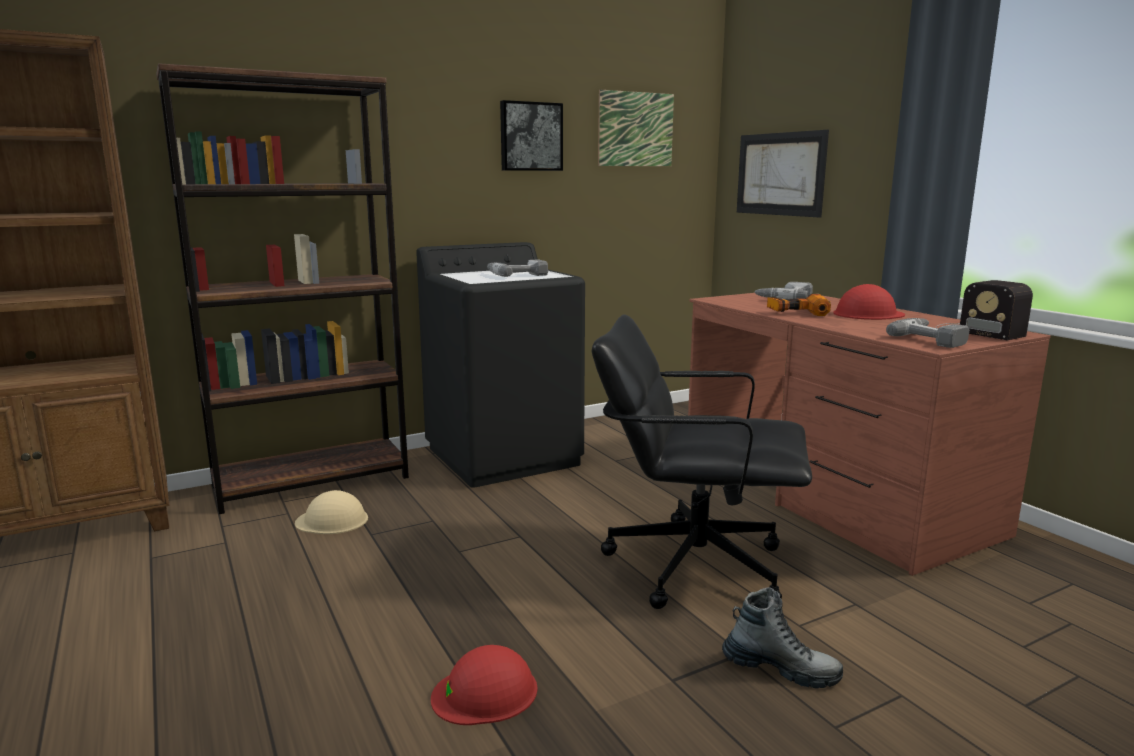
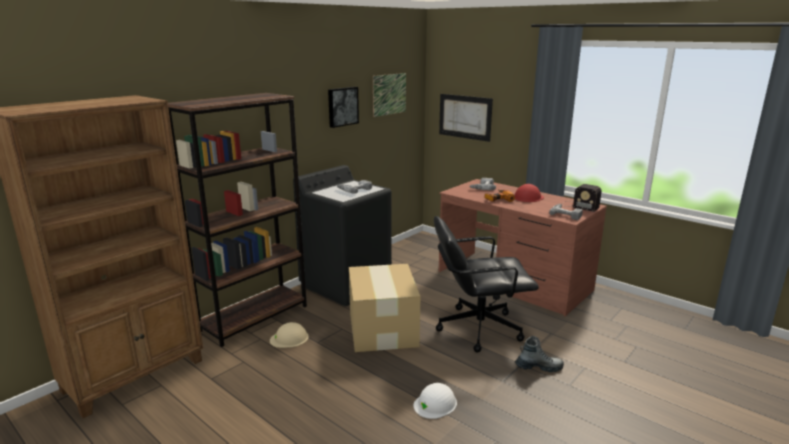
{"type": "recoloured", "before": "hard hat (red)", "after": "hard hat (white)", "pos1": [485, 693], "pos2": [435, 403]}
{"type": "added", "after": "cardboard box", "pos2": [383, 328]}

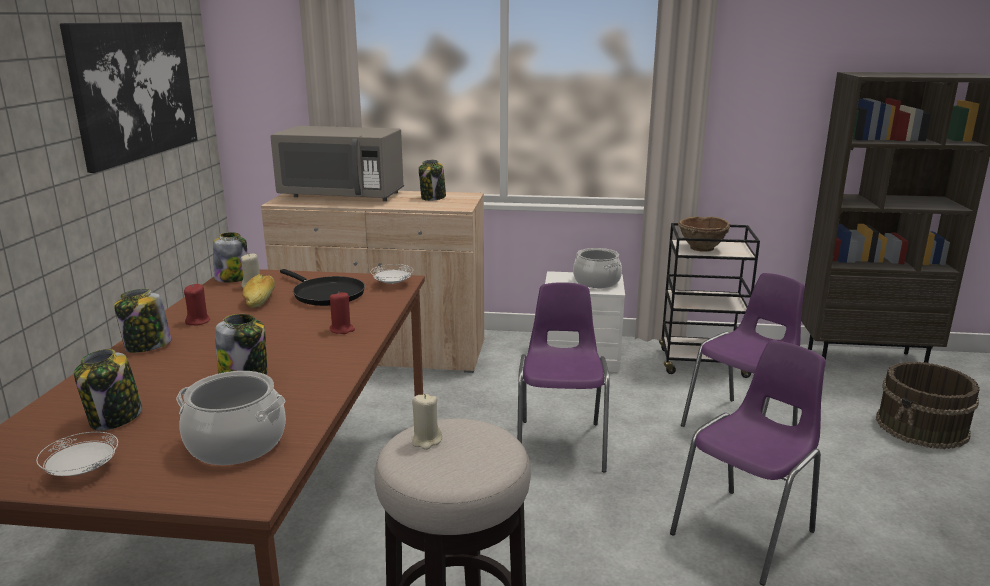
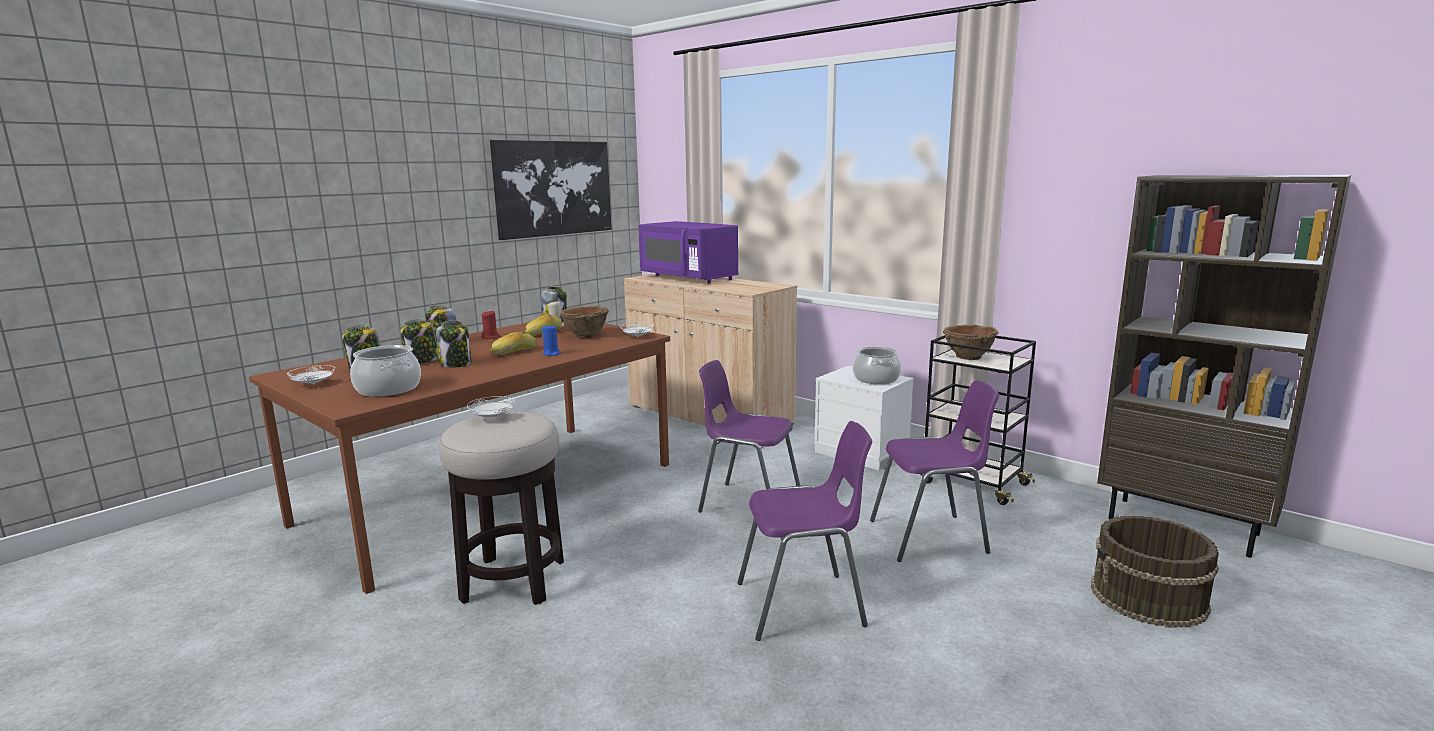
{"type": "recoloured", "before": "microwave (grey)", "after": "microwave (purple)", "pos1": [342, 196], "pos2": [688, 278]}
{"type": "replaced", "before": "frying pan (black)", "after": "bowl (brown)", "pos1": [325, 294], "pos2": [585, 336]}
{"type": "recoloured", "before": "candle (red)", "after": "candle (blue)", "pos1": [342, 329], "pos2": [551, 354]}
{"type": "replaced", "before": "candle (beige)", "after": "plate (white)", "pos1": [426, 441], "pos2": [492, 417]}
{"type": "moved", "before": "jar", "pos1": [433, 198], "pos2": [422, 361]}
{"type": "turned", "before": "chair (purple)", "pos1": [561, 444], "pos2": [748, 503], "turn": -105}
{"type": "added", "after": "bread", "pos2": [514, 352]}

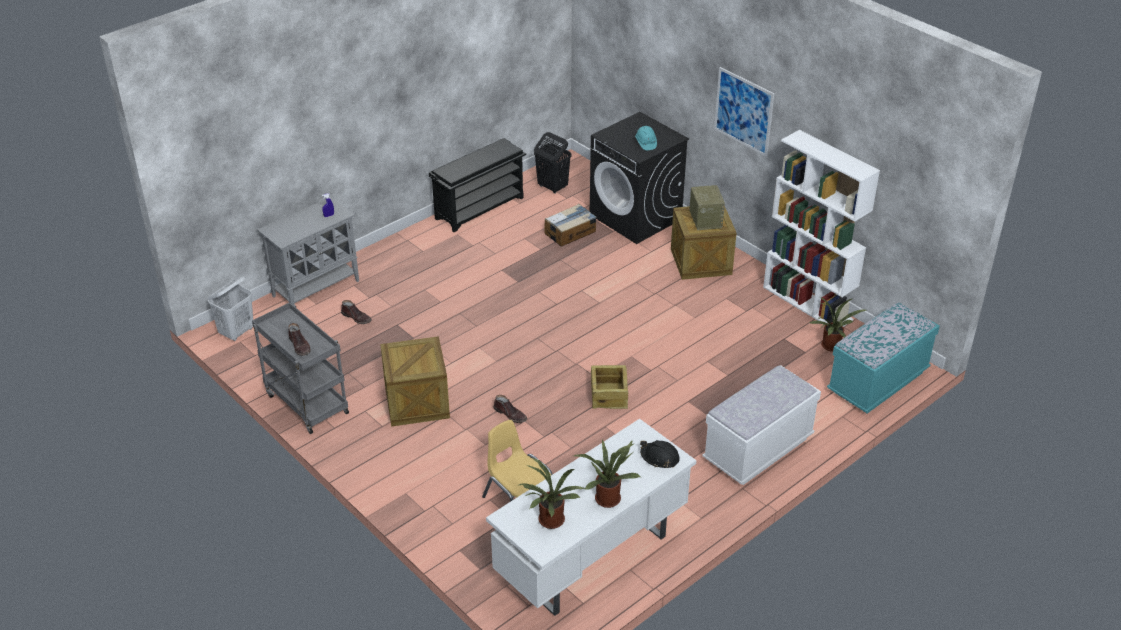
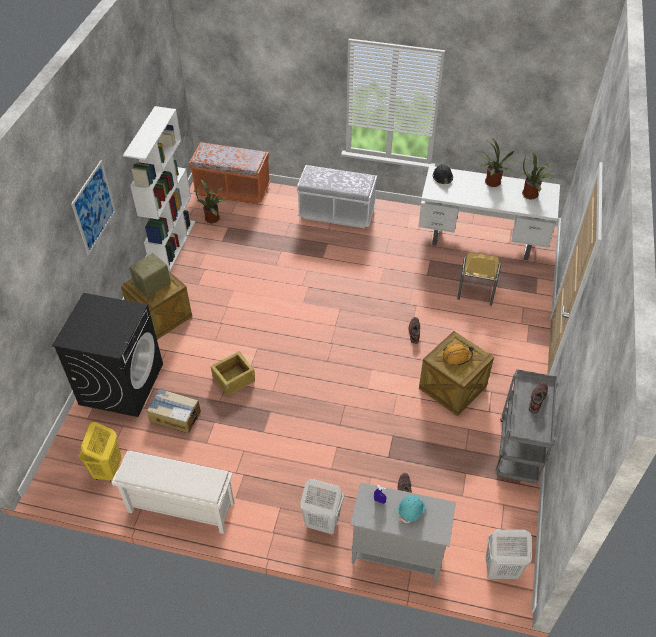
{"type": "recoloured", "before": "shoe rack (black)", "after": "shoe rack (white)", "pos1": [480, 207], "pos2": [180, 508]}
{"type": "recoloured", "before": "laundry basket (black)", "after": "laundry basket (yellow)", "pos1": [552, 187], "pos2": [108, 470]}
{"type": "moved", "before": "crate", "pos1": [609, 395], "pos2": [233, 379]}
{"type": "moved", "before": "hard hat (turquoise)", "pos1": [645, 143], "pos2": [411, 510]}
{"type": "recoloured", "before": "bench (turquoise)", "after": "bench (orange)", "pos1": [878, 382], "pos2": [232, 190]}
{"type": "added", "after": "laundry basket (white)", "pos2": [321, 522]}
{"type": "added", "after": "hard hat (orange)", "pos2": [457, 356]}

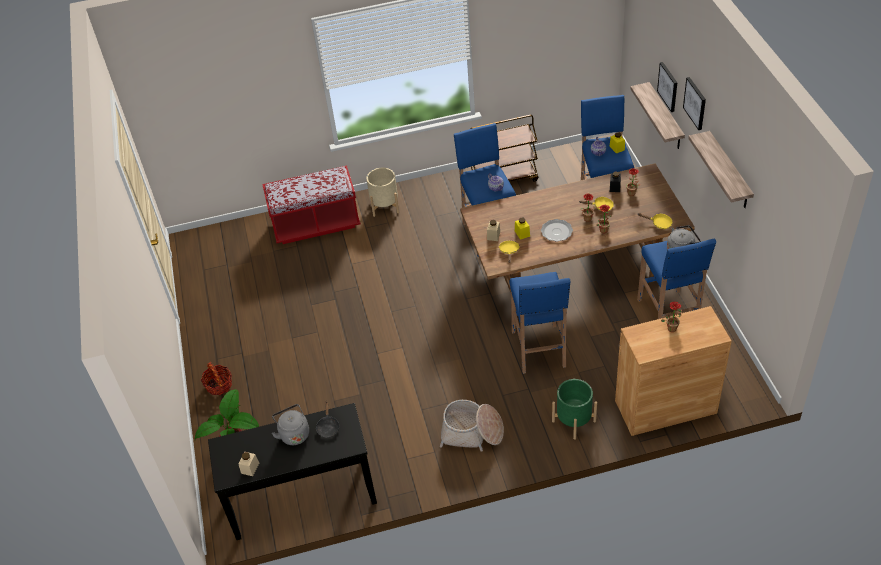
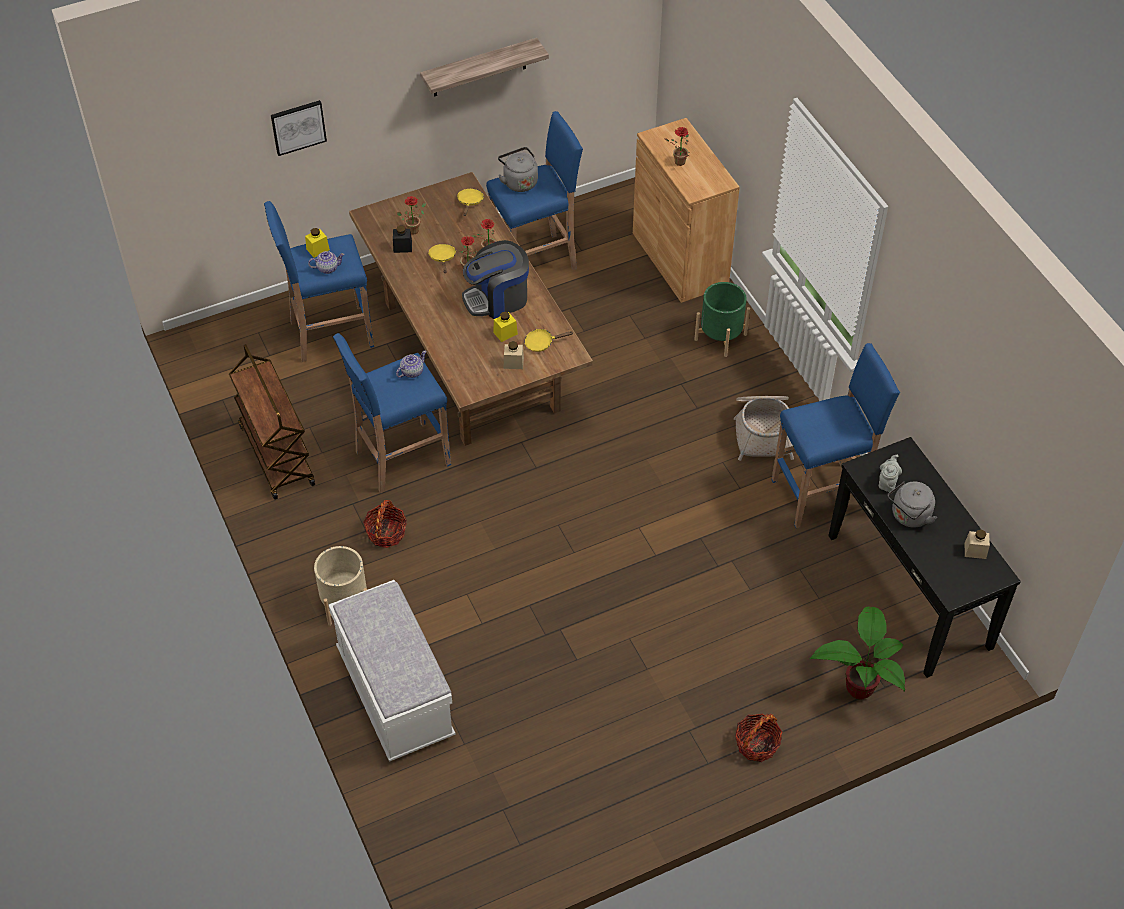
{"type": "recoloured", "before": "bench (red)", "after": "bench (white)", "pos1": [316, 224], "pos2": [395, 694]}
{"type": "replaced", "before": "frying pan (black)", "after": "teapot (grey)", "pos1": [328, 427], "pos2": [887, 482]}
{"type": "moved", "before": "stool (blue)", "pos1": [539, 350], "pos2": [821, 493]}
{"type": "replaced", "before": "plate", "after": "coffee machine", "pos1": [556, 231], "pos2": [497, 299]}
{"type": "removed", "before": "shelf", "pos1": [665, 117]}
{"type": "removed", "before": "picture", "pos1": [695, 103]}
{"type": "added", "after": "basket", "pos2": [386, 533]}

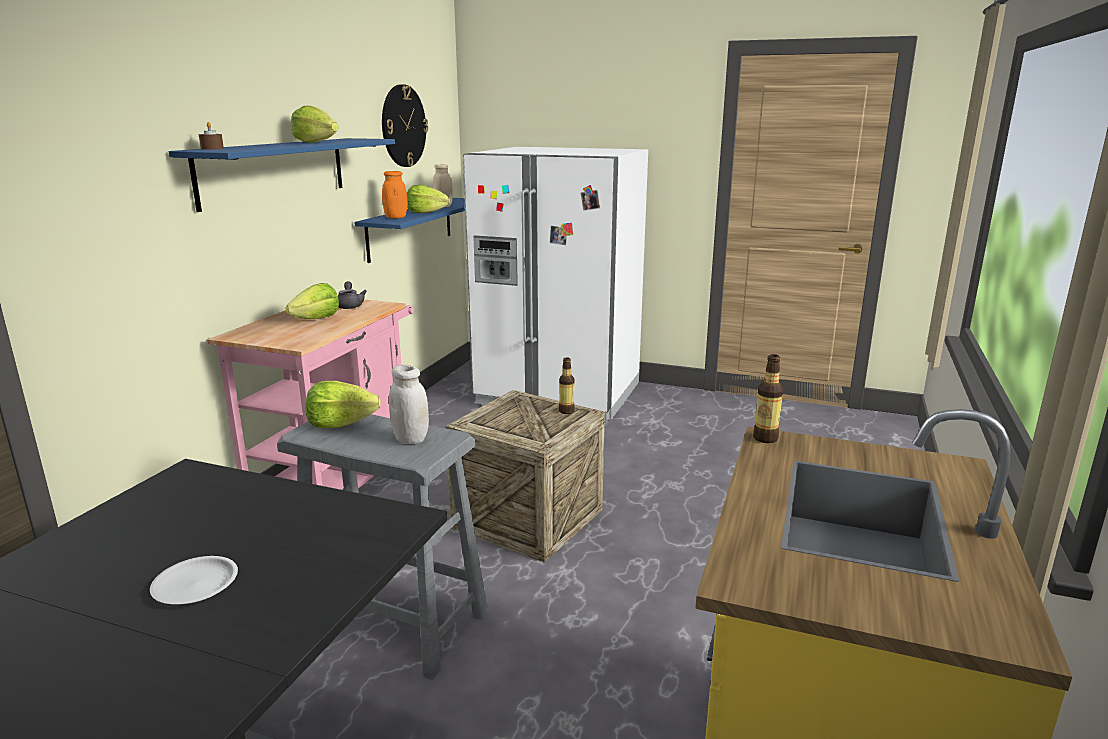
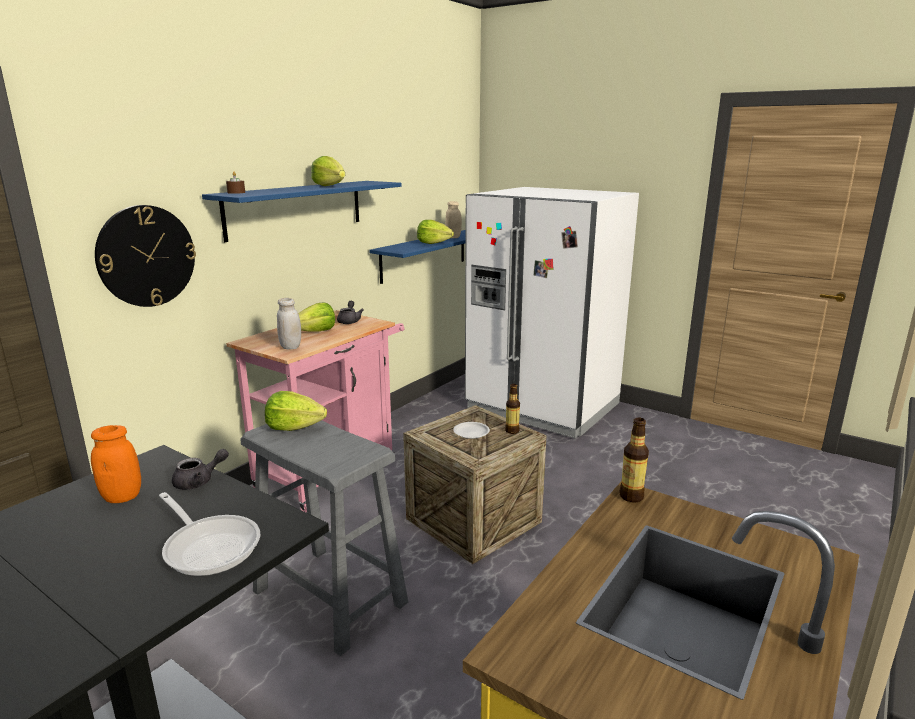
{"type": "moved", "before": "plate (white)", "pos1": [195, 586], "pos2": [471, 433]}
{"type": "moved", "before": "wall clock", "pos1": [403, 126], "pos2": [146, 256]}
{"type": "moved", "before": "jar (orange)", "pos1": [396, 217], "pos2": [122, 497]}
{"type": "moved", "before": "jar (white)", "pos1": [410, 439], "pos2": [290, 347]}
{"type": "added", "after": "frying pan", "pos2": [209, 546]}
{"type": "added", "after": "teapot (grey)", "pos2": [199, 481]}

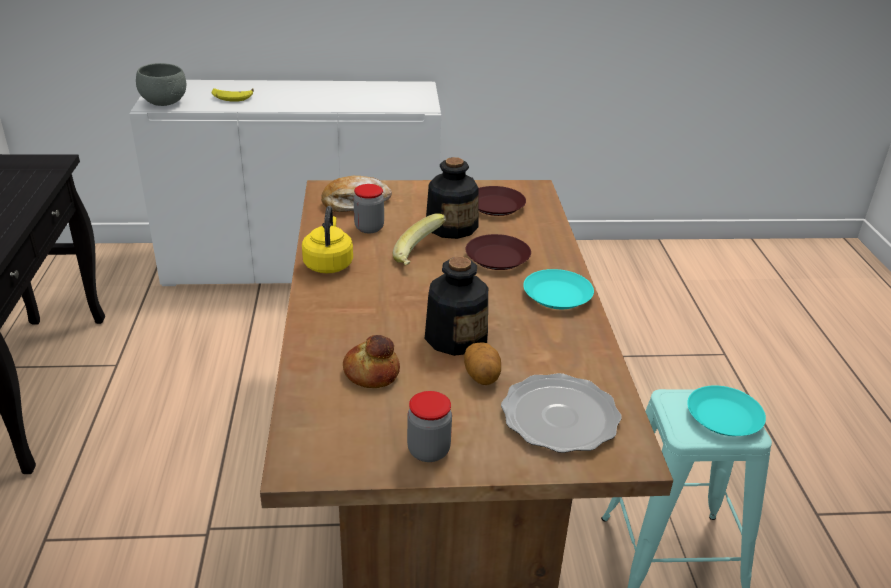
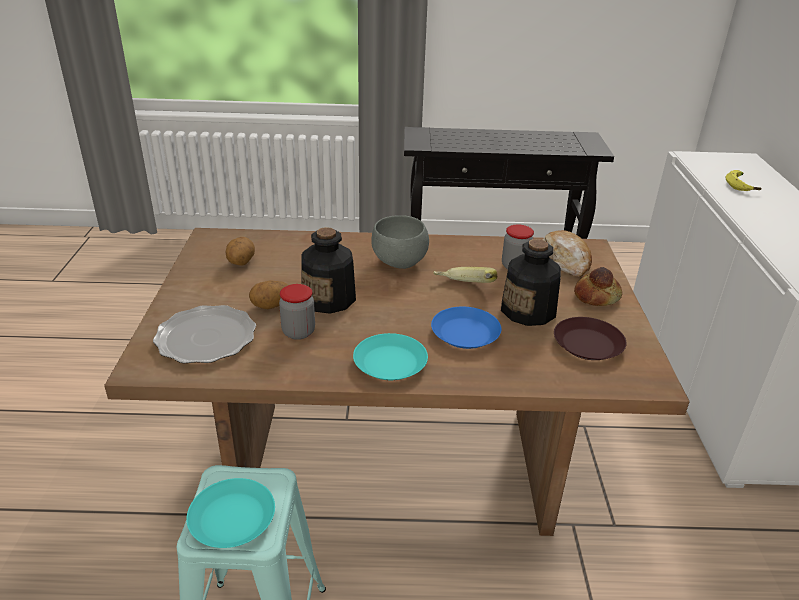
{"type": "moved", "before": "bowl (grey)", "pos1": [165, 103], "pos2": [400, 263]}
{"type": "removed", "before": "kettle (yellow)", "pos1": [328, 263]}
{"type": "moved", "before": "bread", "pos1": [370, 373], "pos2": [596, 296]}
{"type": "moved", "before": "jar", "pos1": [428, 451], "pos2": [298, 332]}
{"type": "recoloured", "before": "plate (brown)", "after": "plate (blue)", "pos1": [497, 257], "pos2": [466, 333]}
{"type": "added", "after": "potato", "pos2": [241, 263]}

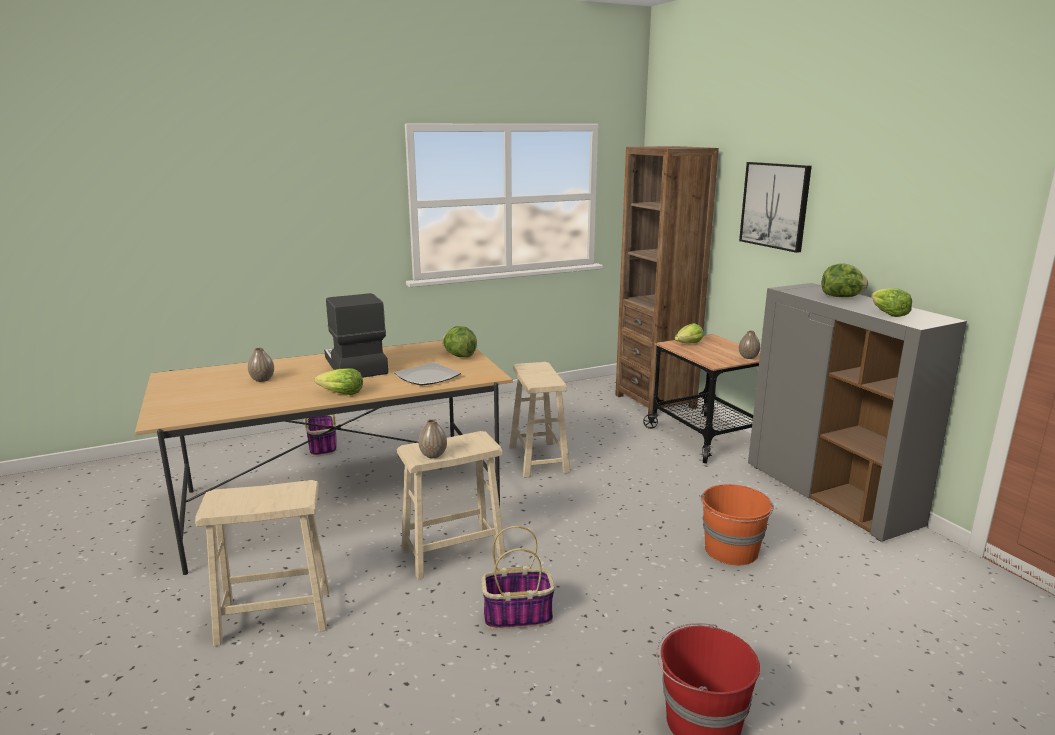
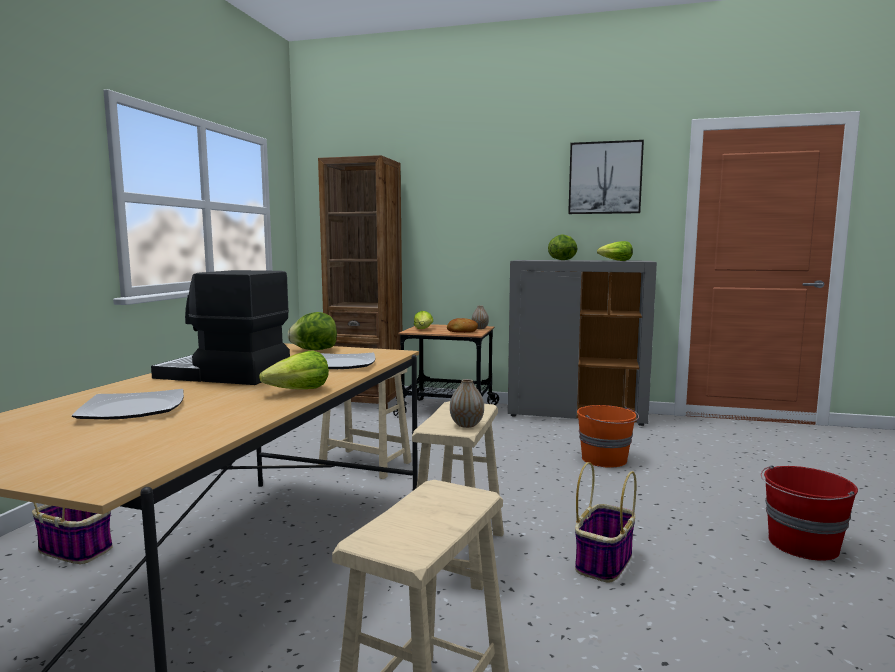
{"type": "replaced", "before": "vase", "after": "plate", "pos1": [262, 379], "pos2": [132, 409]}
{"type": "moved", "before": "picture", "pos1": [775, 205], "pos2": [605, 178]}
{"type": "added", "after": "bread", "pos2": [461, 331]}

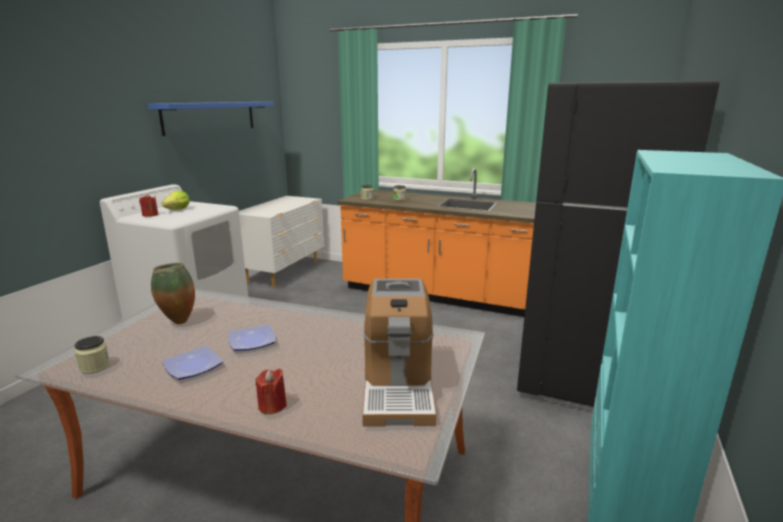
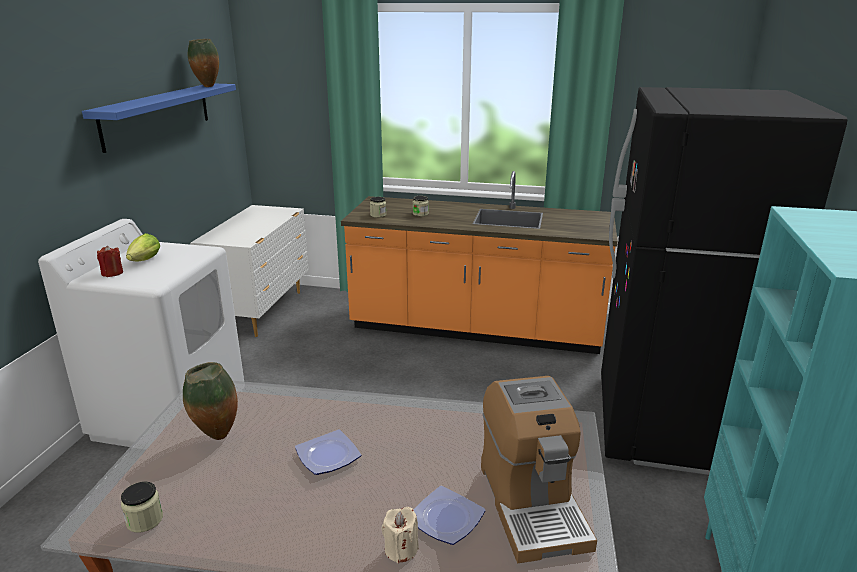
{"type": "moved", "before": "plate", "pos1": [194, 366], "pos2": [448, 519]}
{"type": "recoloured", "before": "candle (red)", "after": "candle (beige)", "pos1": [272, 405], "pos2": [401, 549]}
{"type": "added", "after": "vase", "pos2": [207, 87]}

